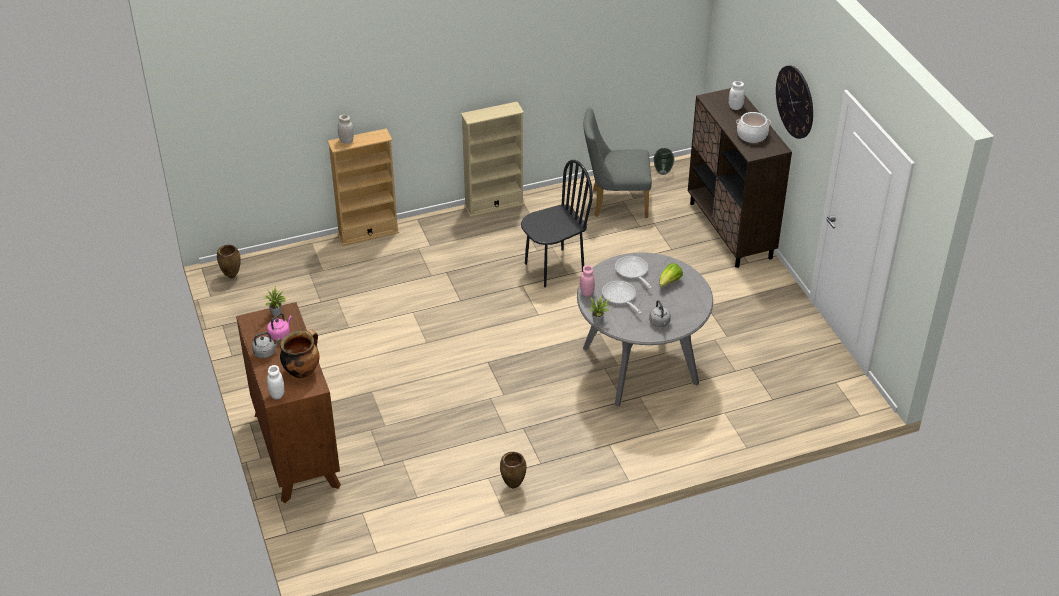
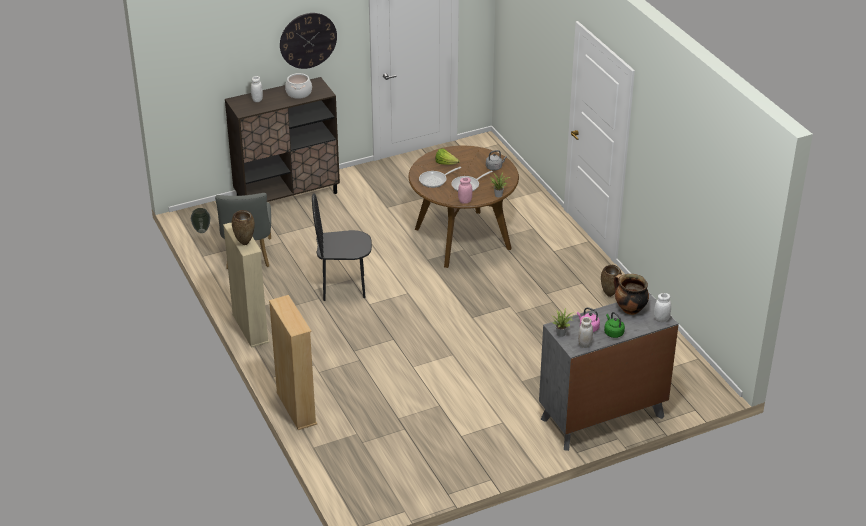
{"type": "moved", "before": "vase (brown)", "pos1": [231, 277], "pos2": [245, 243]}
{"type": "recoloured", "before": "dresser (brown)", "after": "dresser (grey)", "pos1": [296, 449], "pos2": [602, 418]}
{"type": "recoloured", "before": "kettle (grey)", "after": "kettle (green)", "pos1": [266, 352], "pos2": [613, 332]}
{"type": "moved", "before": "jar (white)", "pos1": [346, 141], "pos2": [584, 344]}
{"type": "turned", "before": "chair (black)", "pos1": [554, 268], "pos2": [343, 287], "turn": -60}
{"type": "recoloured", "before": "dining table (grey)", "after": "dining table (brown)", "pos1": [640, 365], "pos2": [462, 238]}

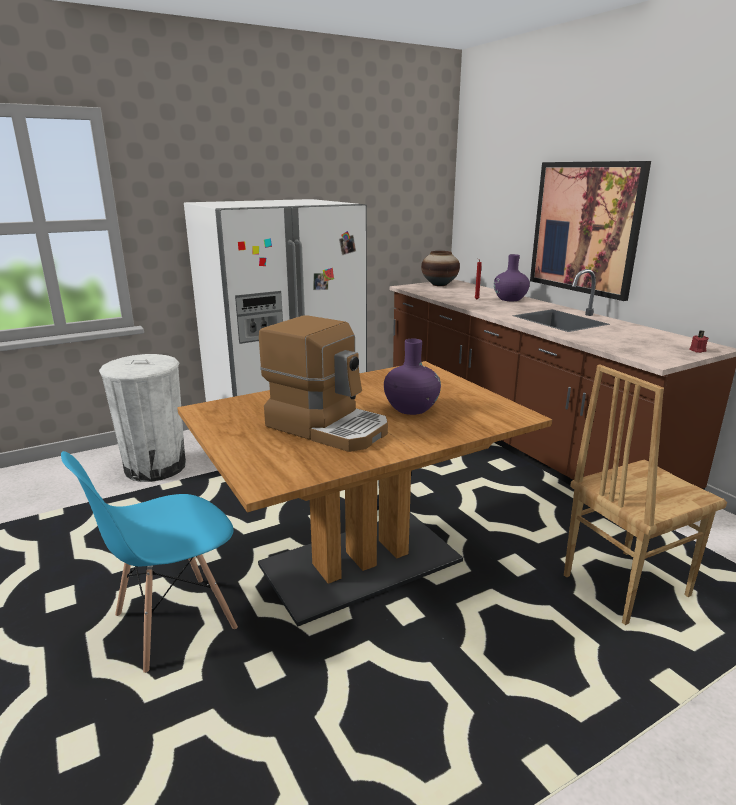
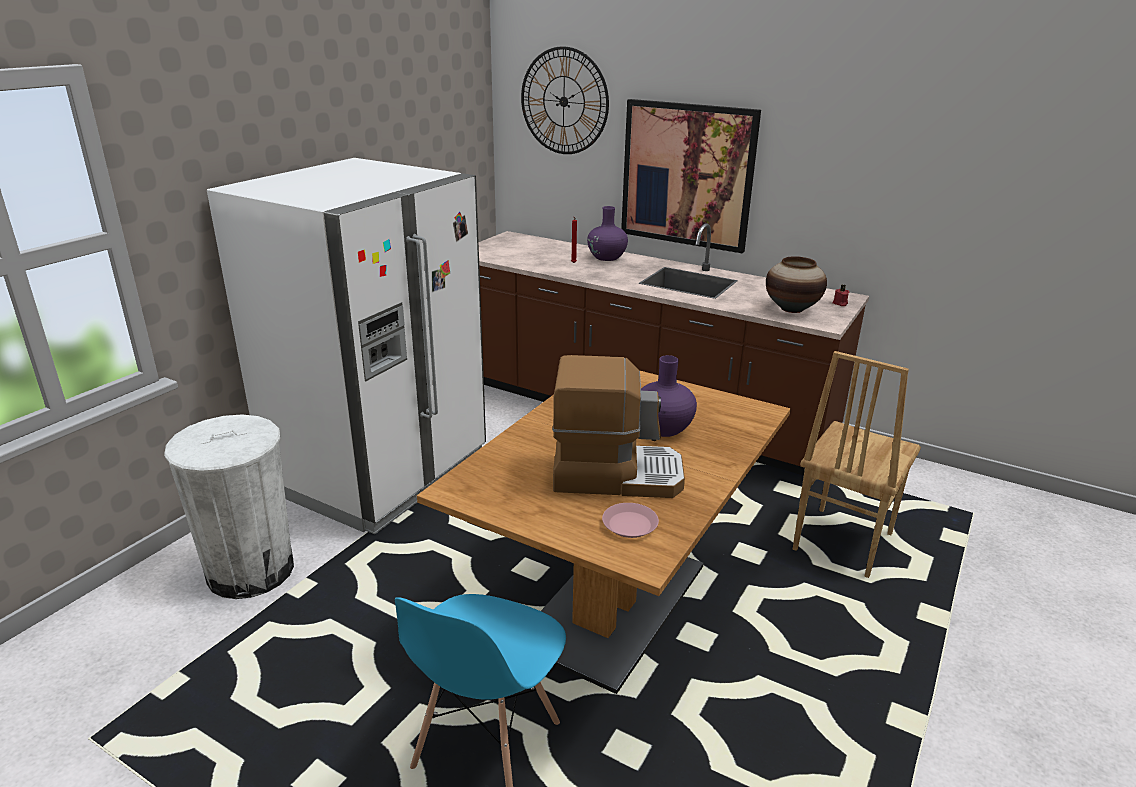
{"type": "moved", "before": "vase", "pos1": [439, 285], "pos2": [792, 309]}
{"type": "added", "after": "wall clock", "pos2": [564, 101]}
{"type": "added", "after": "plate (pink)", "pos2": [629, 525]}

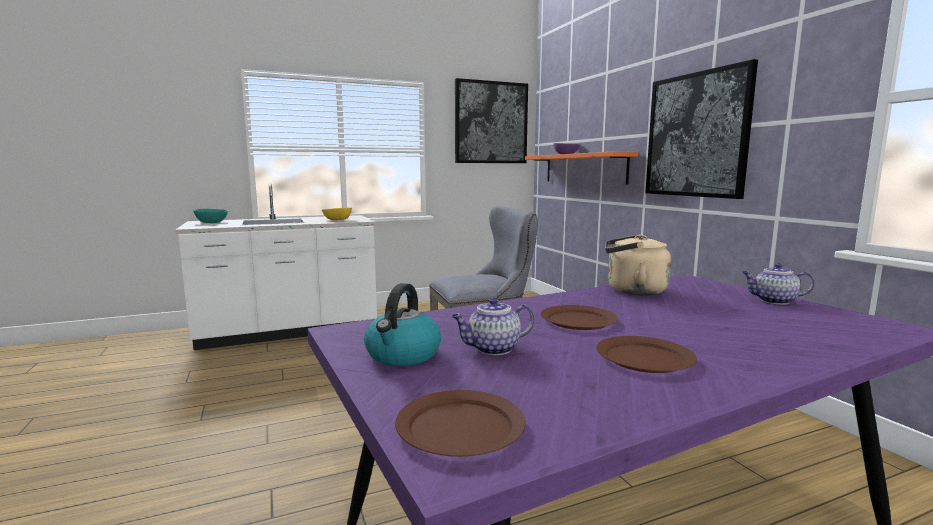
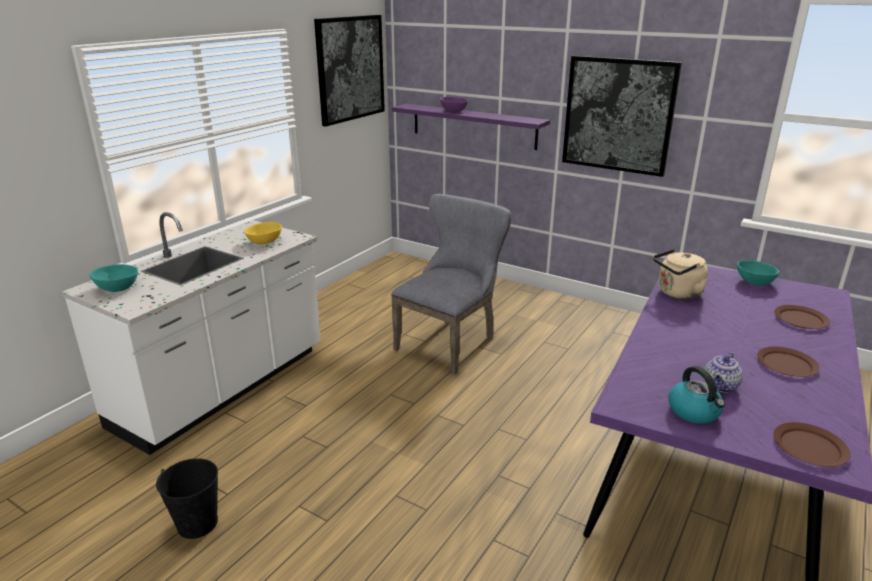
{"type": "recoloured", "before": "shelf (orange)", "after": "shelf (purple)", "pos1": [583, 168], "pos2": [473, 126]}
{"type": "moved", "before": "plate (brown)", "pos1": [579, 321], "pos2": [801, 319]}
{"type": "replaced", "before": "teapot", "after": "bowl (turquoise)", "pos1": [773, 301], "pos2": [754, 282]}
{"type": "added", "after": "bucket (black)", "pos2": [197, 523]}

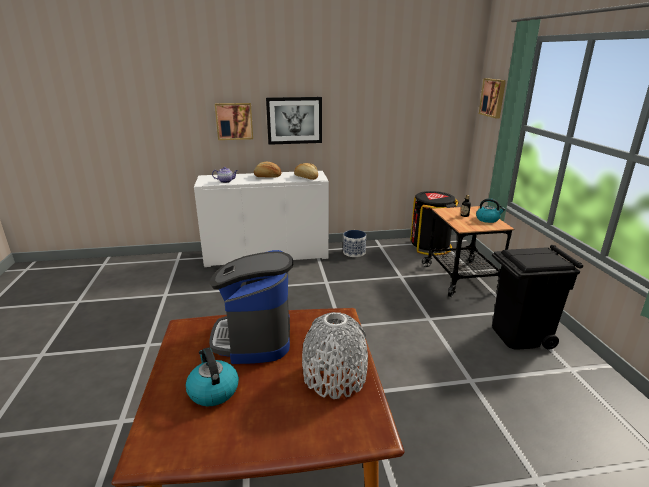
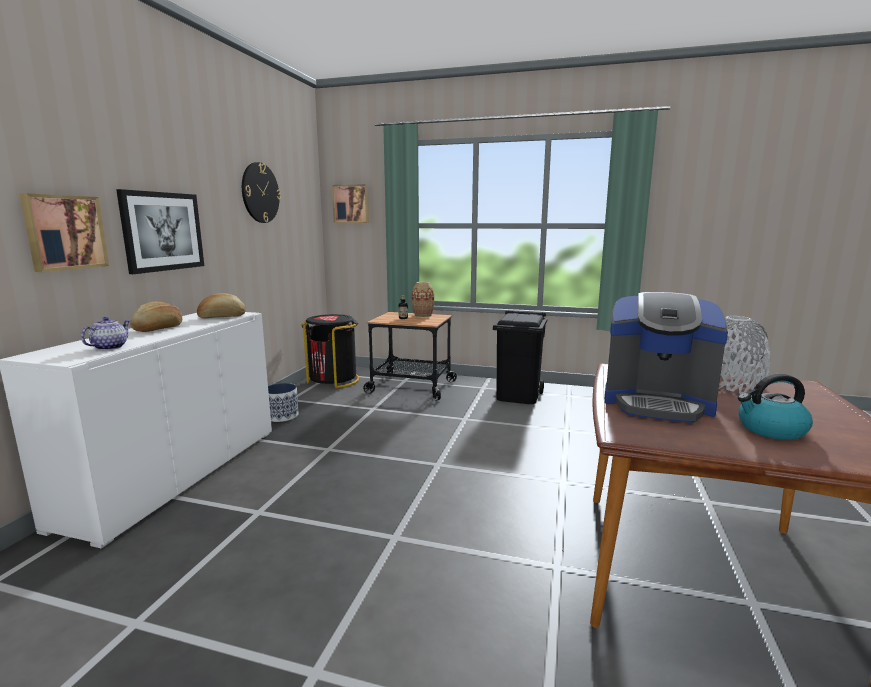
{"type": "replaced", "before": "kettle", "after": "vase", "pos1": [488, 219], "pos2": [423, 315]}
{"type": "added", "after": "wall clock", "pos2": [260, 193]}

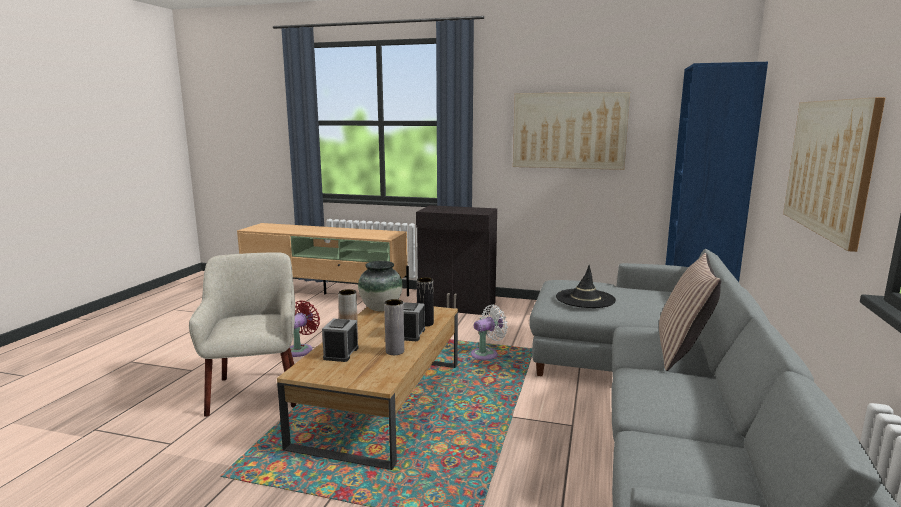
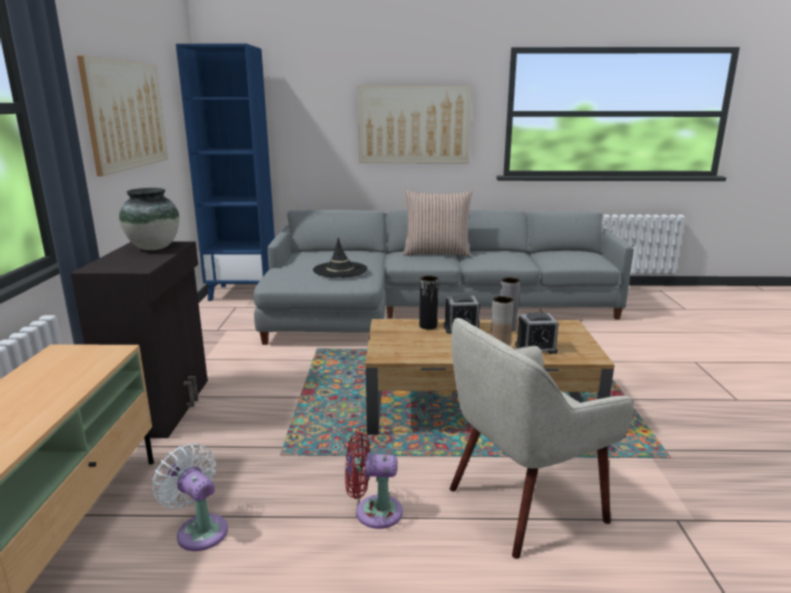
{"type": "moved", "before": "vase", "pos1": [381, 309], "pos2": [154, 248]}
{"type": "moved", "before": "fan (white)", "pos1": [486, 354], "pos2": [199, 530]}

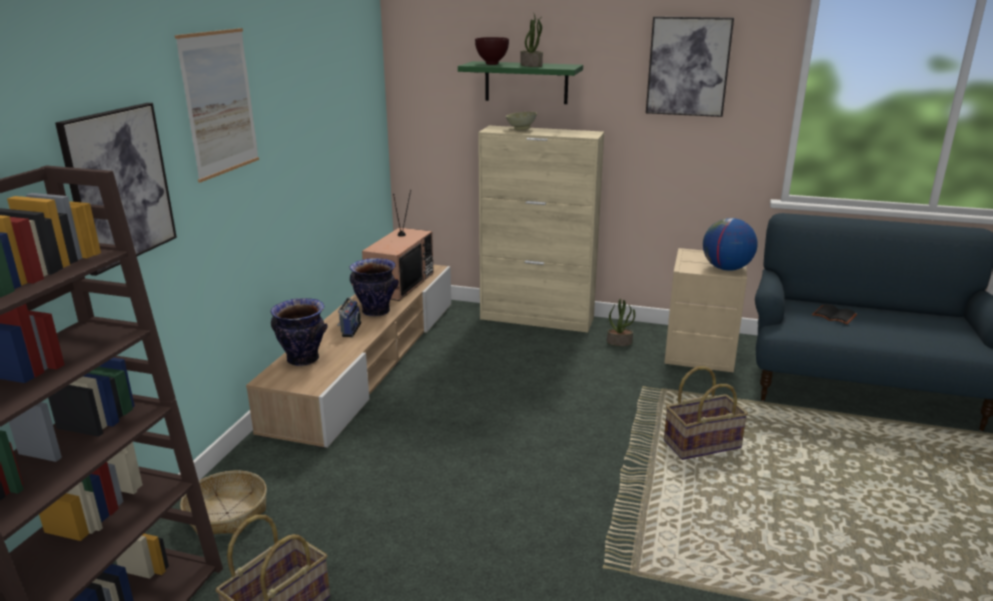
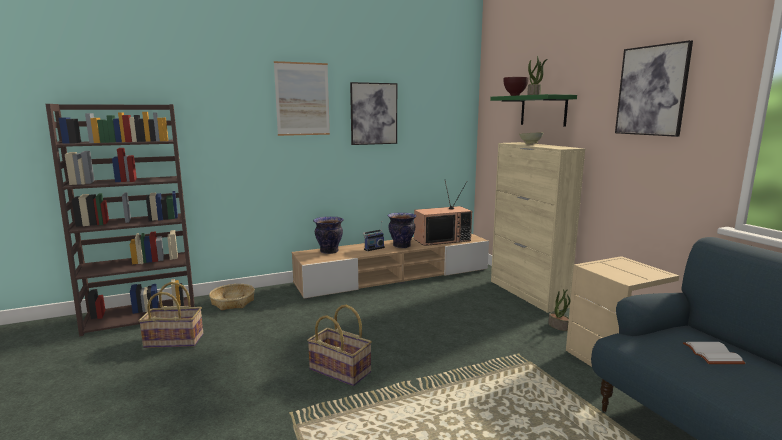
{"type": "moved", "before": "picture", "pos1": [119, 186], "pos2": [373, 114]}
{"type": "moved", "before": "basket", "pos1": [701, 443], "pos2": [341, 370]}
{"type": "removed", "before": "globe", "pos1": [726, 268]}
{"type": "recoloured", "before": "book (black)", "after": "book (white)", "pos1": [833, 316], "pos2": [710, 354]}

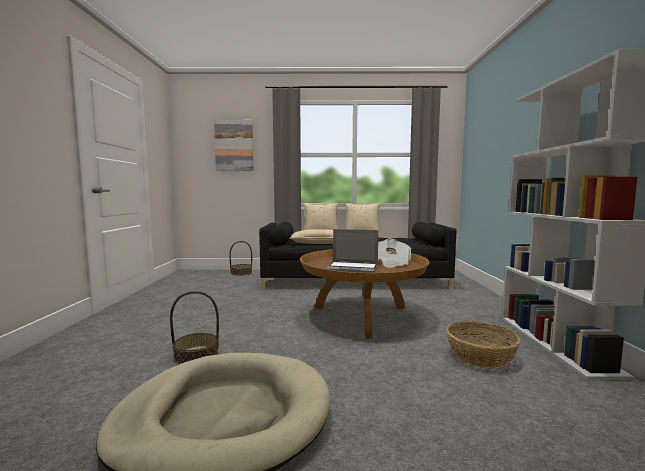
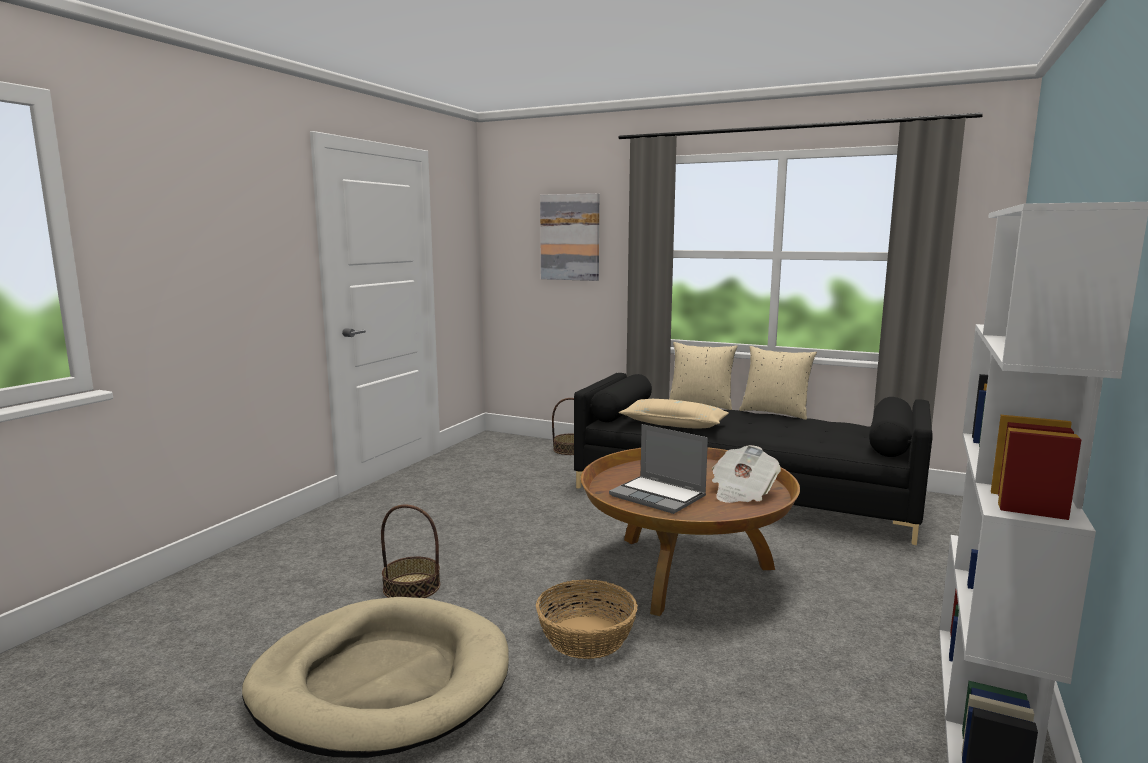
{"type": "moved", "before": "basket", "pos1": [481, 356], "pos2": [587, 637]}

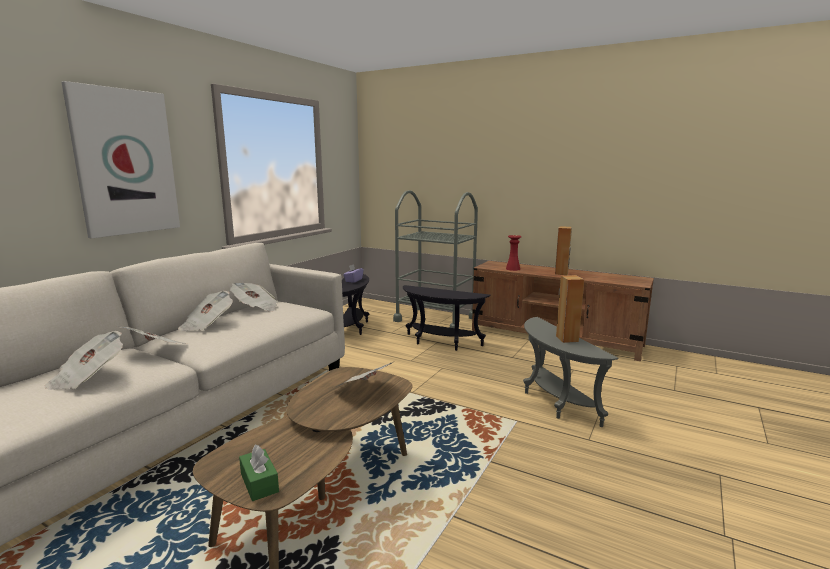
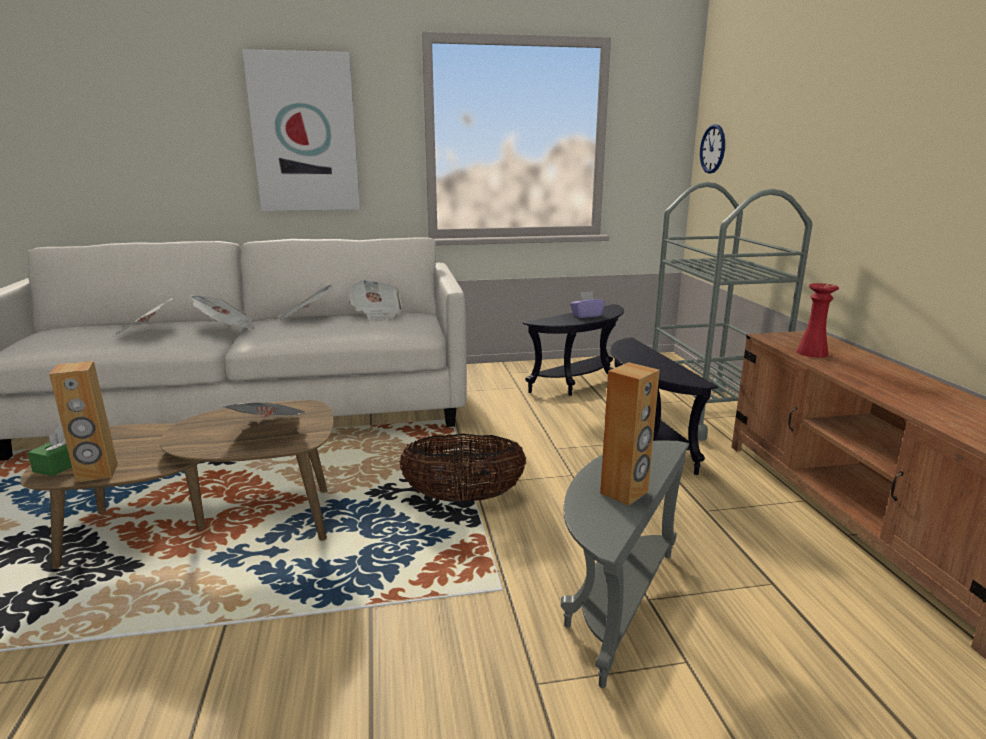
{"type": "moved", "before": "speaker (brown)", "pos1": [561, 273], "pos2": [97, 473]}
{"type": "added", "after": "basket", "pos2": [463, 497]}
{"type": "added", "after": "wall clock", "pos2": [712, 149]}

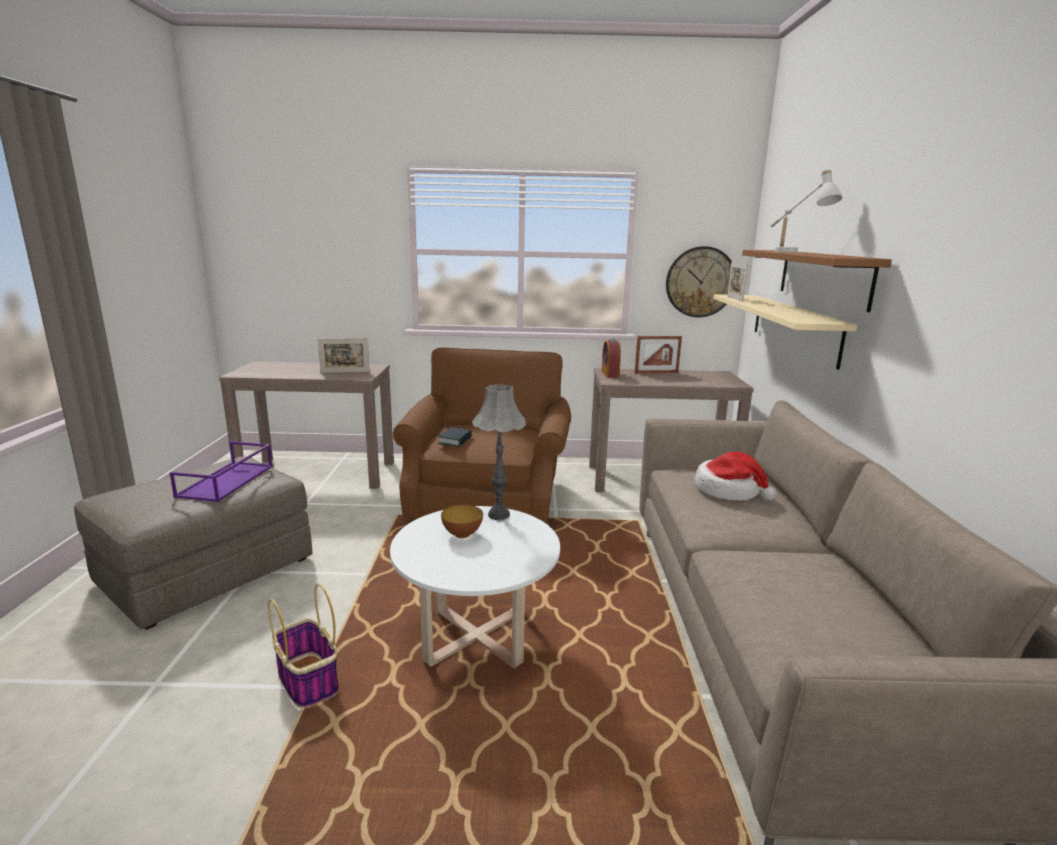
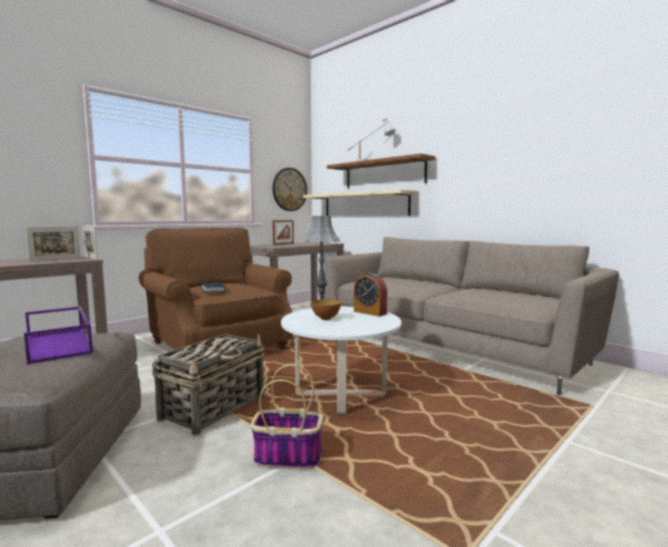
{"type": "moved", "before": "alarm clock", "pos1": [610, 374], "pos2": [370, 312]}
{"type": "removed", "before": "hat", "pos1": [729, 490]}
{"type": "moved", "before": "picture frame", "pos1": [734, 299], "pos2": [90, 258]}
{"type": "added", "after": "basket", "pos2": [214, 407]}

